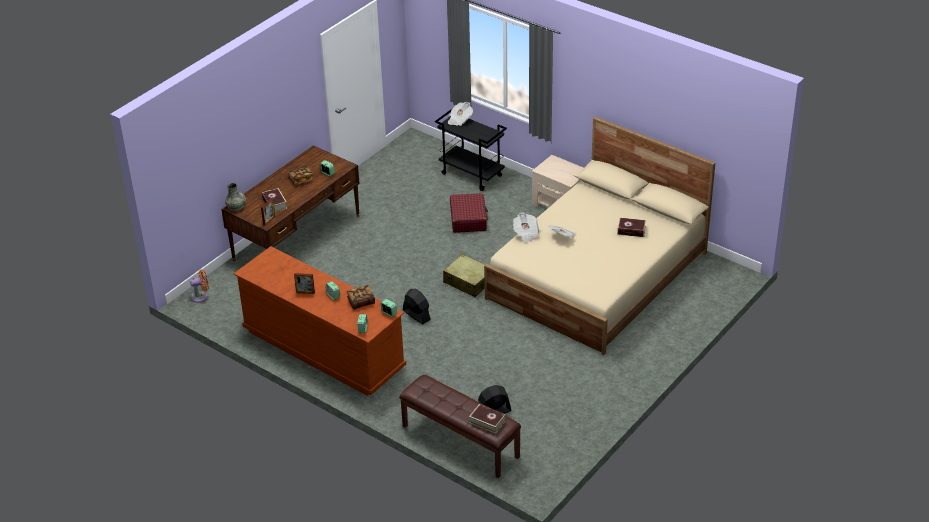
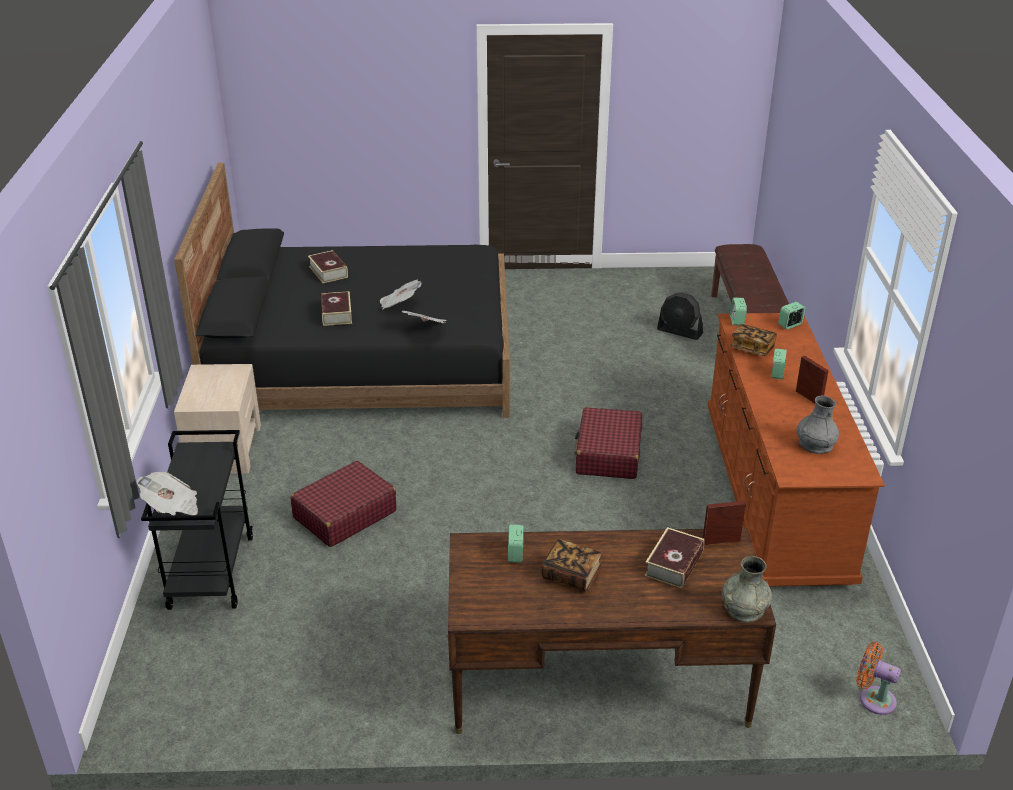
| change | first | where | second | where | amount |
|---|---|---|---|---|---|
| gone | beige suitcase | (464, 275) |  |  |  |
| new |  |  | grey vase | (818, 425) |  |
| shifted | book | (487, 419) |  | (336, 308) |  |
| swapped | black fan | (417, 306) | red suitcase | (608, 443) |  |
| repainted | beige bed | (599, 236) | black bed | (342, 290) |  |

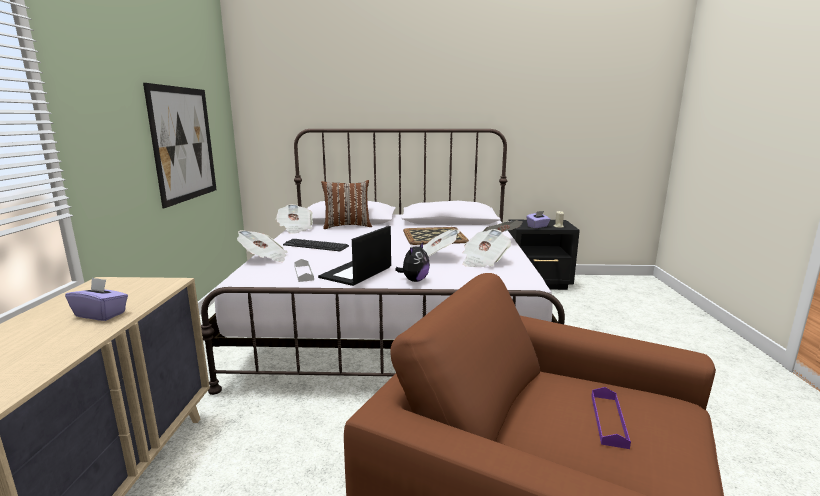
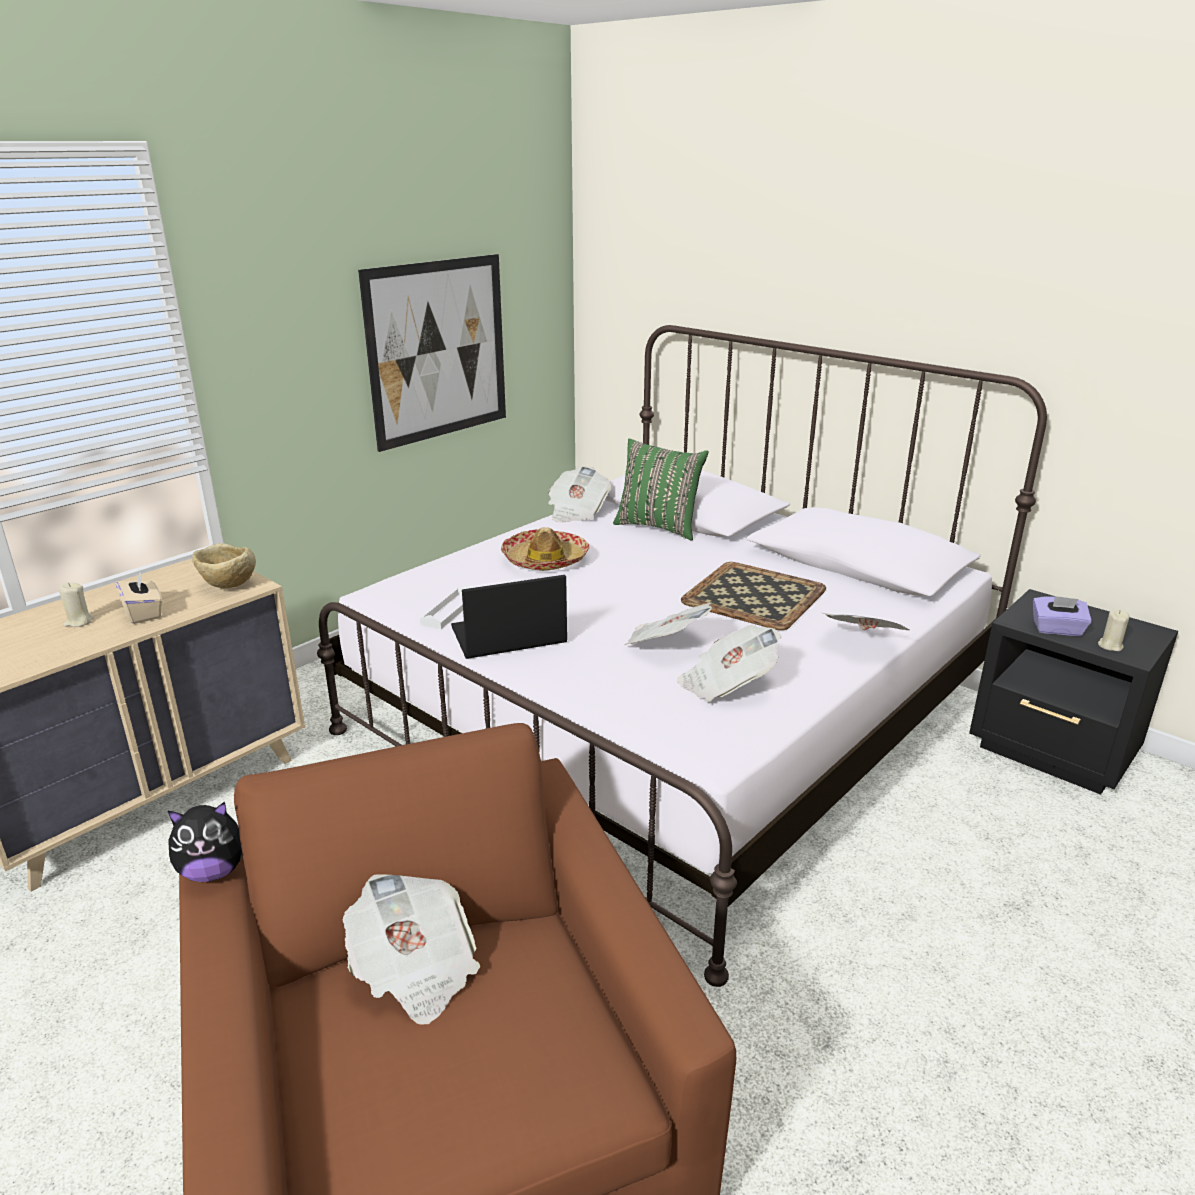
| change | first | where | second | where | amount |
|---|---|---|---|---|---|
| gone | purple tray | (611, 418) |  |  |  |
| new |  |  | beige candle | (76, 604) |  |
| new |  |  | beige bowl | (224, 565) |  |
| shifted | newspaper | (262, 246) |  | (411, 949) |  |
| shifted | plush toy | (412, 262) |  | (205, 842) |  |
| swapped | keyboard | (316, 245) | hat | (545, 549) |  |
| repainted | purple tissue box | (96, 299) | beige tissue box | (138, 597) |  |
| repainted | brown pillow | (346, 204) | green pillow | (661, 489) |  |

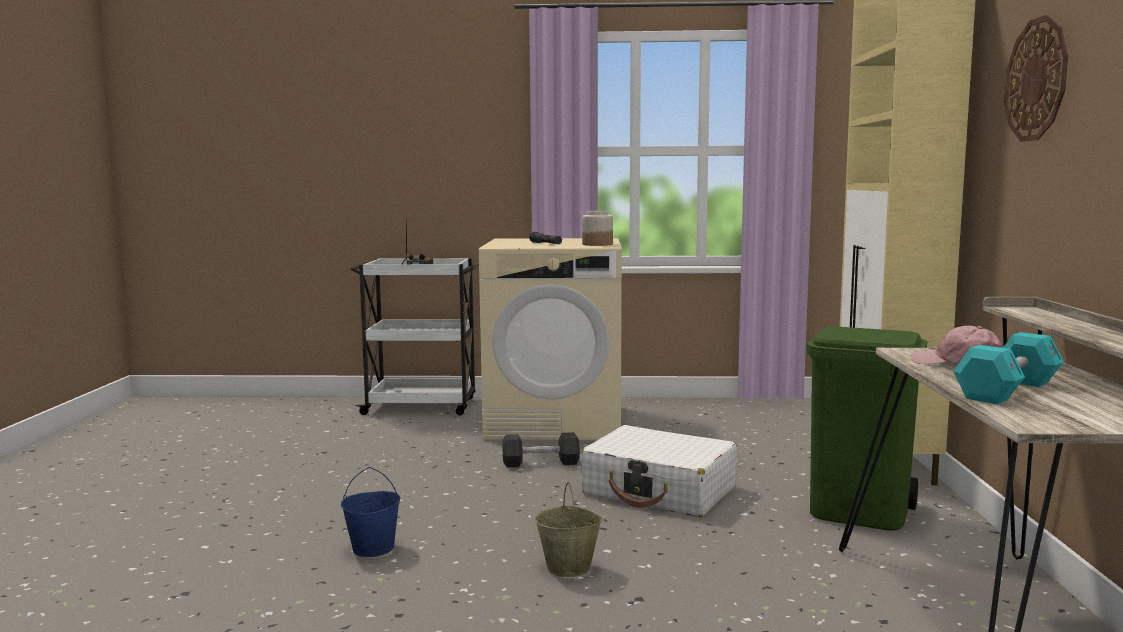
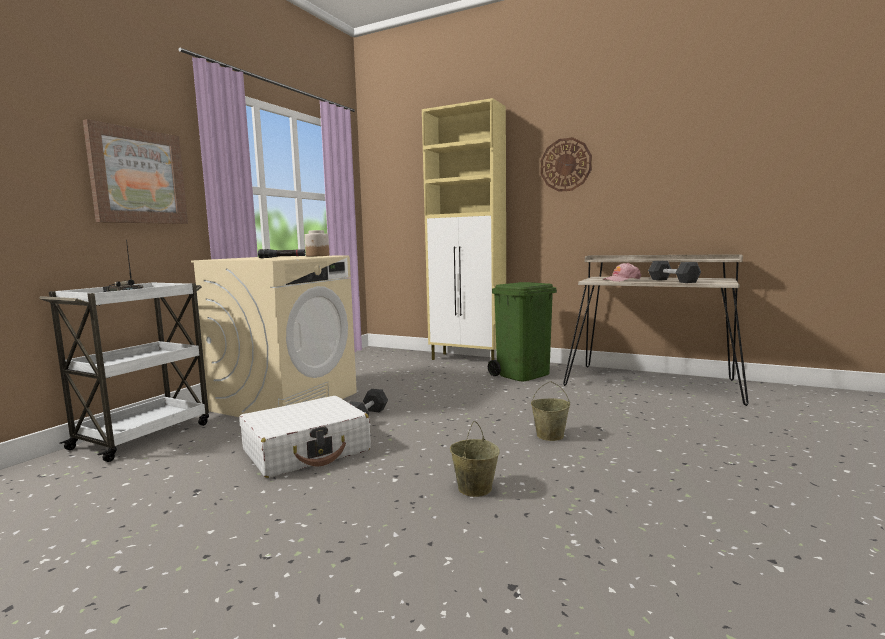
| change | first | where | second | where | amount |
|---|---|---|---|---|---|
| new |  |  | picture | (135, 171) |  |
| shifted | white suitcase | (658, 471) |  | (305, 437) |  |
| repainted | blue bucket | (370, 512) | beige bucket | (475, 459) |  |
| repainted | turquoise dumbbell | (1008, 368) | black dumbbell | (674, 272) |  |

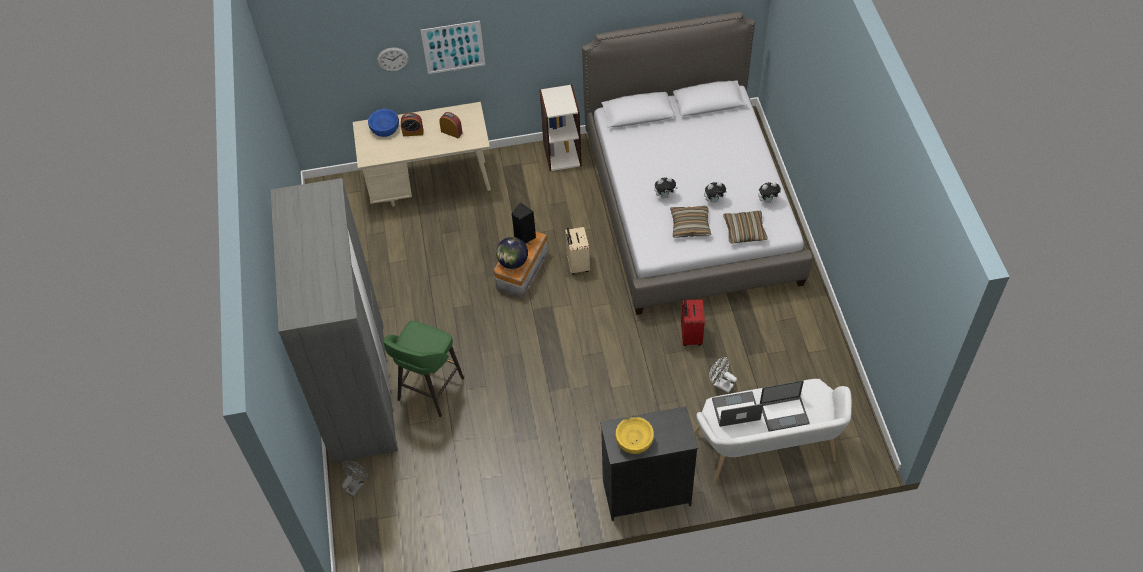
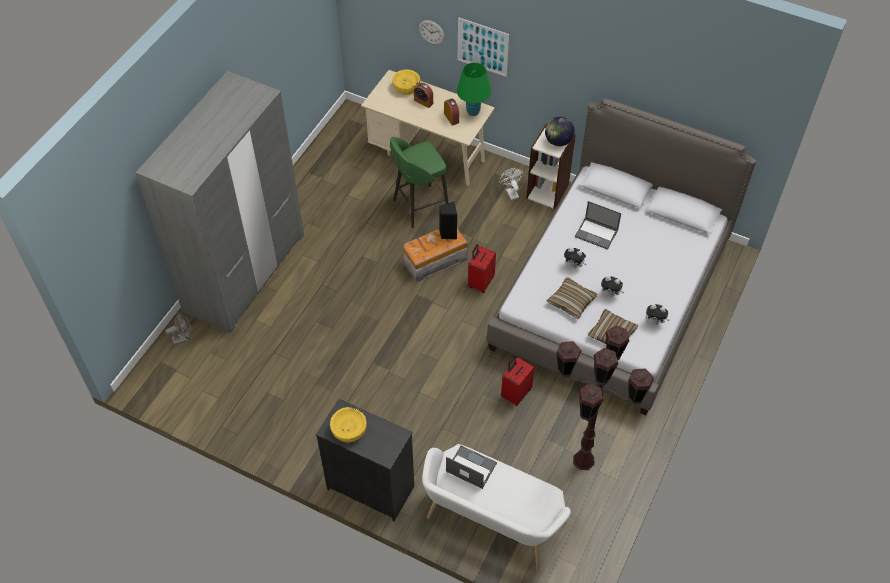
| change | first | where | second | where | amount |
|---|---|---|---|---|---|
| new |  |  | green table lamp | (474, 89) |  |
| new |  |  | brown floor lamp | (605, 397) |  |
| shifted | green stool | (423, 369) |  | (419, 182) |  |
| shifted | globe | (512, 253) |  | (559, 131) |  |
| shifted | white fan | (723, 375) |  | (511, 184) |  |
| shifted | laptop | (785, 406) |  | (598, 225) |  |
| repainted | blue bowl | (383, 123) | yellow bowl | (406, 82) |  |
| repainted | beige suitcase | (577, 250) | red suitcase | (482, 268) |  |

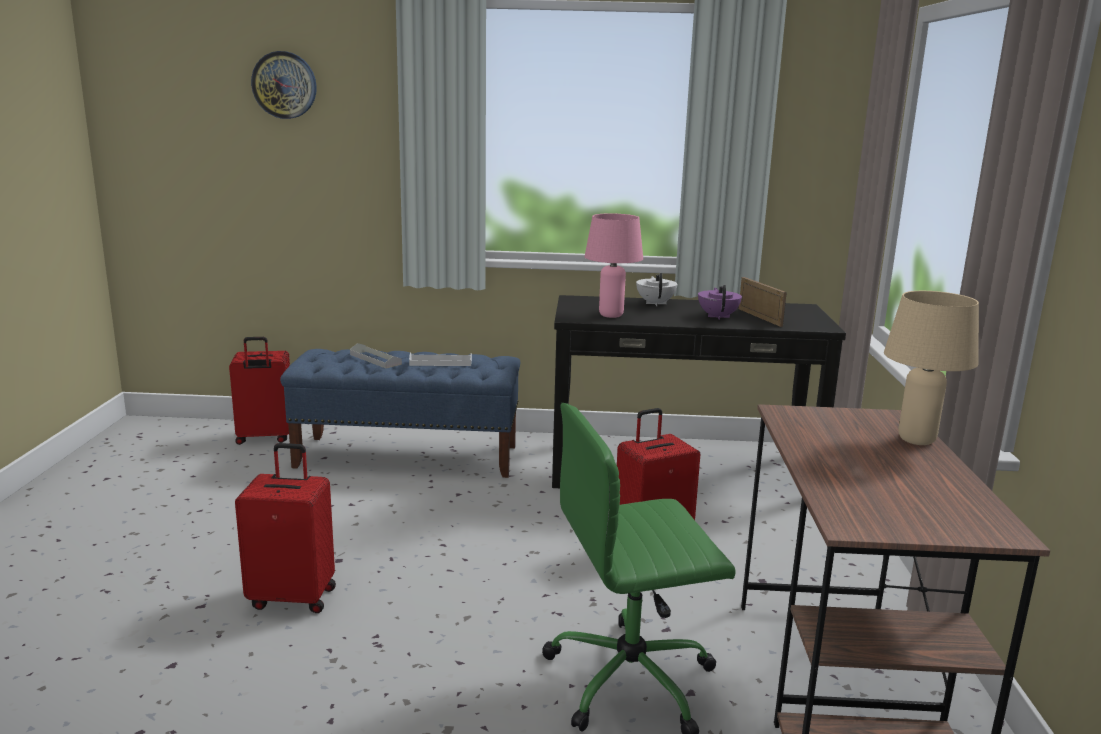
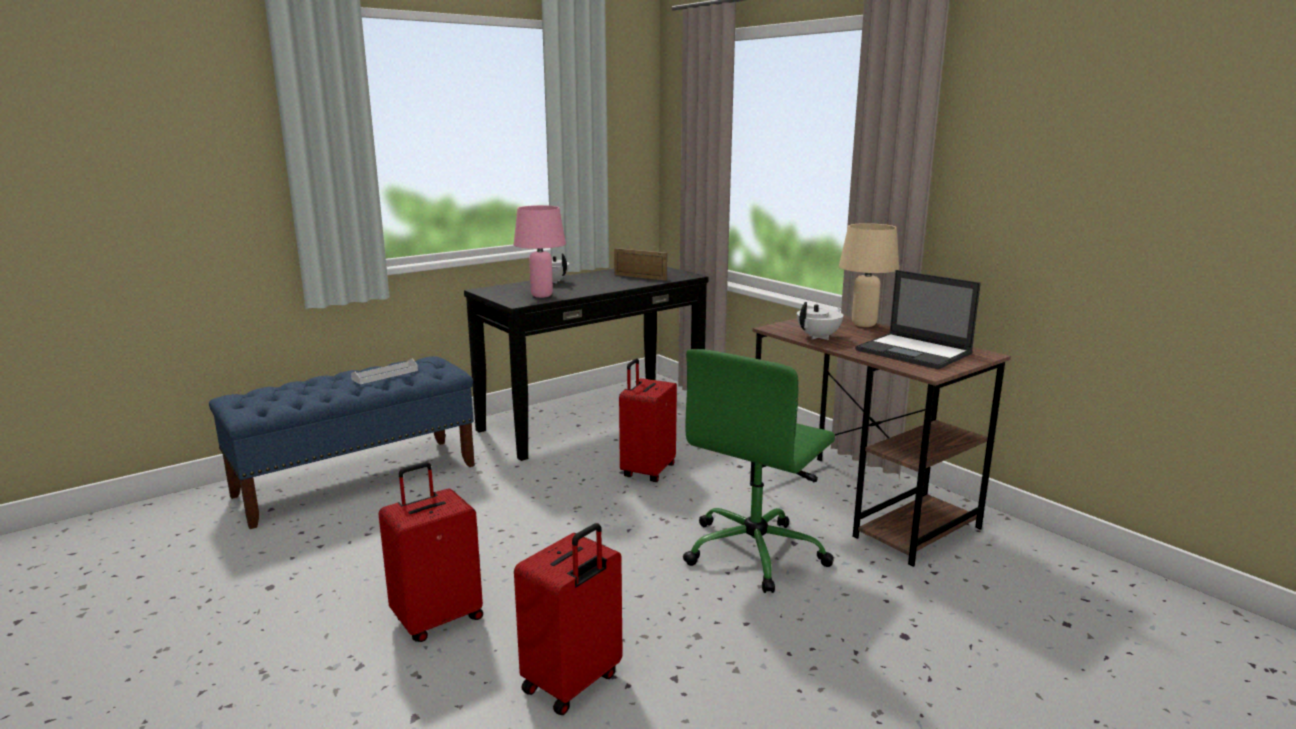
| change | first | where | second | where | amount |
|---|---|---|---|---|---|
| gone | wall clock | (284, 85) |  |  |  |
| gone | grey tray | (376, 355) |  |  |  |
| gone | purple teapot | (720, 302) |  |  |  |
| new |  |  | white teapot | (820, 321) |  |
| new |  |  | laptop | (918, 319) |  |
| shifted | red suitcase | (259, 391) |  | (568, 619) |  |

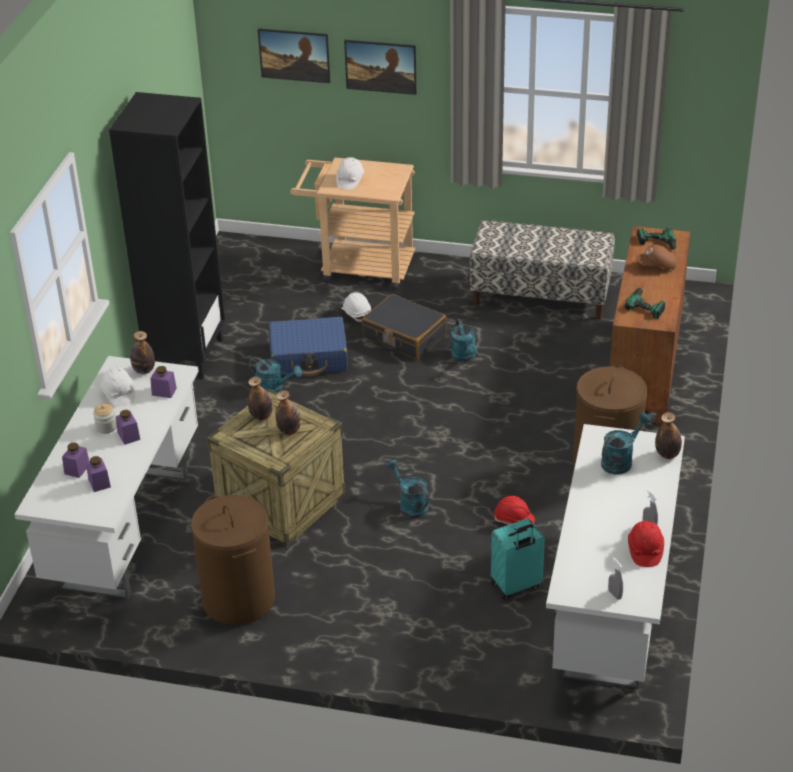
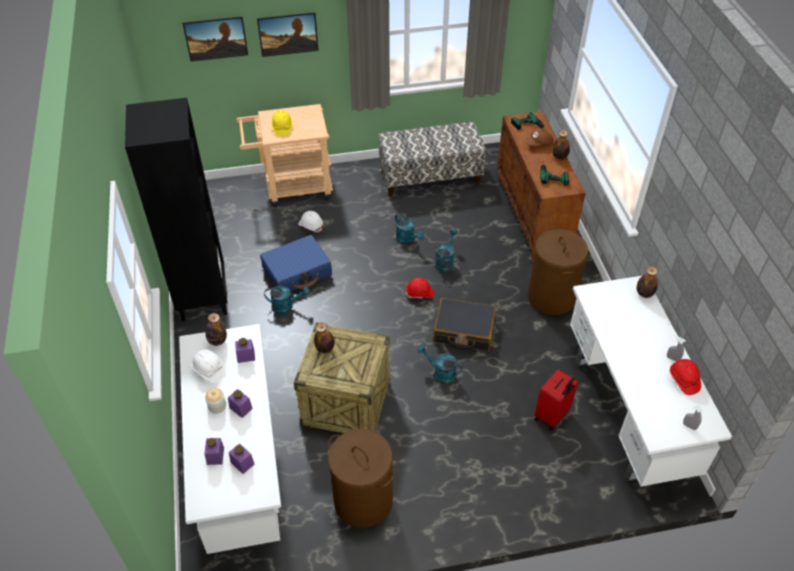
| change | first | where | second | where | amount |
|---|---|---|---|---|---|
| shifted | bottle | (288, 412) |  | (561, 145) |  |
| shifted | black suitcase | (404, 327) |  | (464, 324) |  |
| shifted | red hard hat | (514, 510) |  | (420, 288) |  |
| shifted | turquoise watering can | (626, 443) |  | (446, 250) |  |
| repainted | white hard hat | (350, 173) | yellow hard hat | (281, 123) |  |
| repainted | turquoise suitcase | (518, 559) | red suitcase | (556, 400) |  |

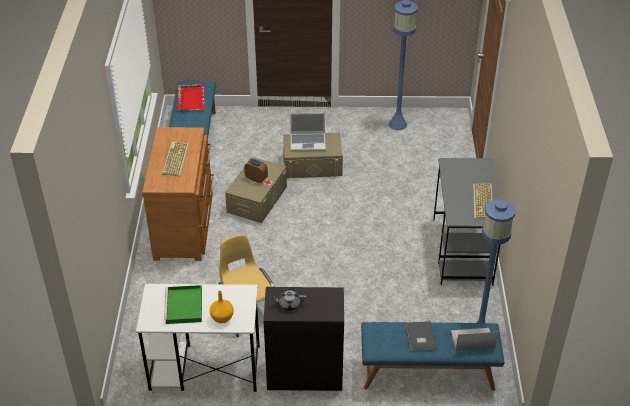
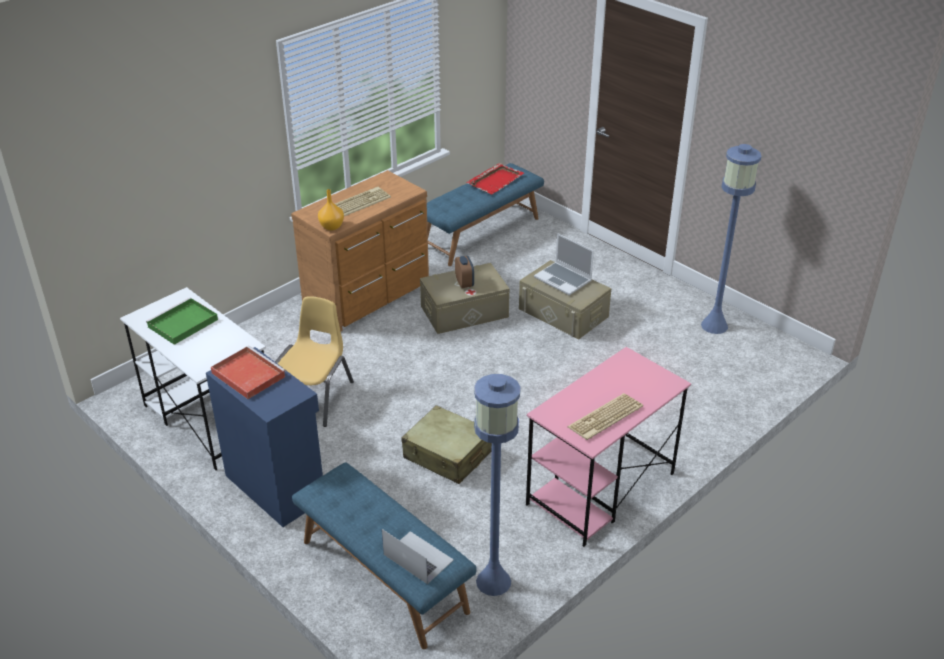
| change | first | where | second | where | amount |
|---|---|---|---|---|---|
| gone | grey book | (421, 336) |  |  |  |
| new |  |  | beige suitcase | (446, 444) |  |
| shifted | orange vase | (222, 307) |  | (331, 210) |  |
| swapped | grey teapot | (288, 300) | red tray | (248, 372) |  |
| repainted | black cabinet | (304, 339) | blue cabinet | (265, 437) |  |
| repainted | grey desk | (467, 222) | pink desk | (608, 447) |  |

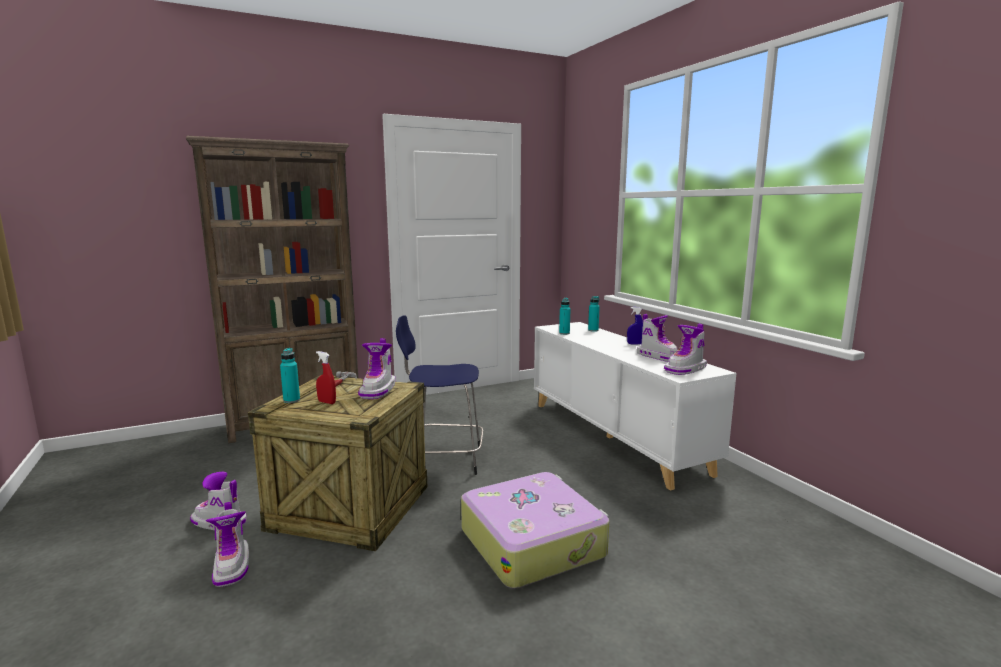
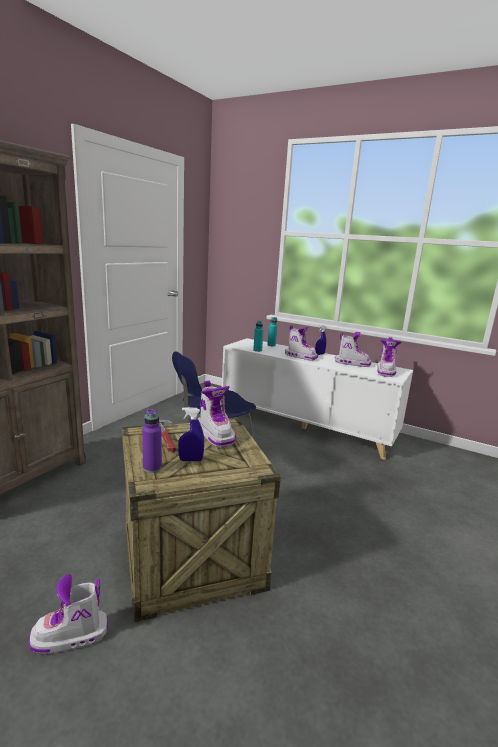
| change | first | where | second | where | amount |
|---|---|---|---|---|---|
| gone | suitcase | (535, 530) |  |  |  |
| shifted | boot | (227, 544) |  | (301, 343) |  |
| repainted | turquoise bottle | (290, 375) | purple bottle | (152, 441) |  |
| repainted | red spray bottle | (326, 377) | blue spray bottle | (191, 434) |  |

